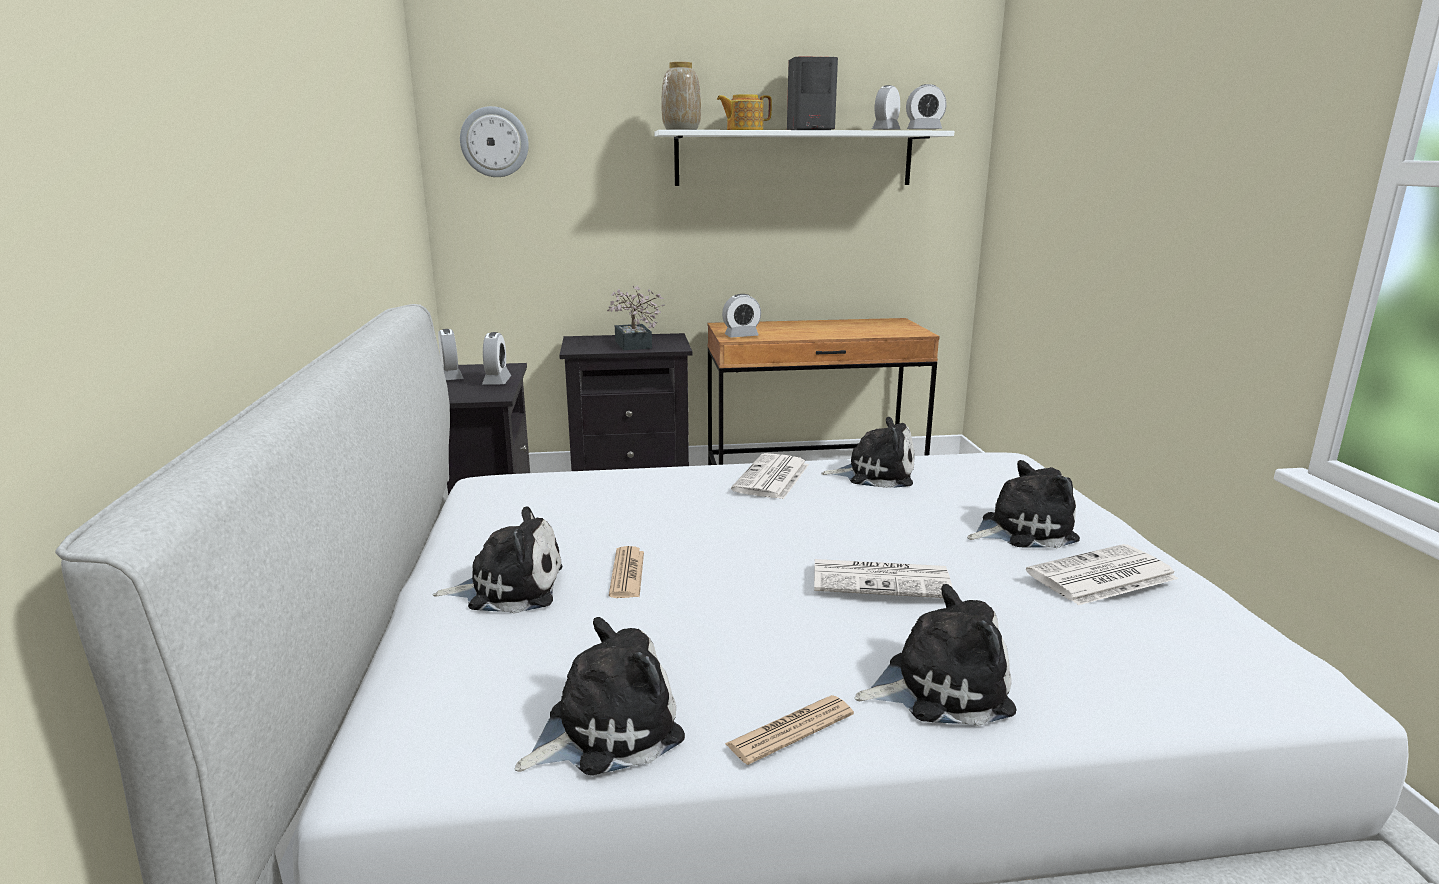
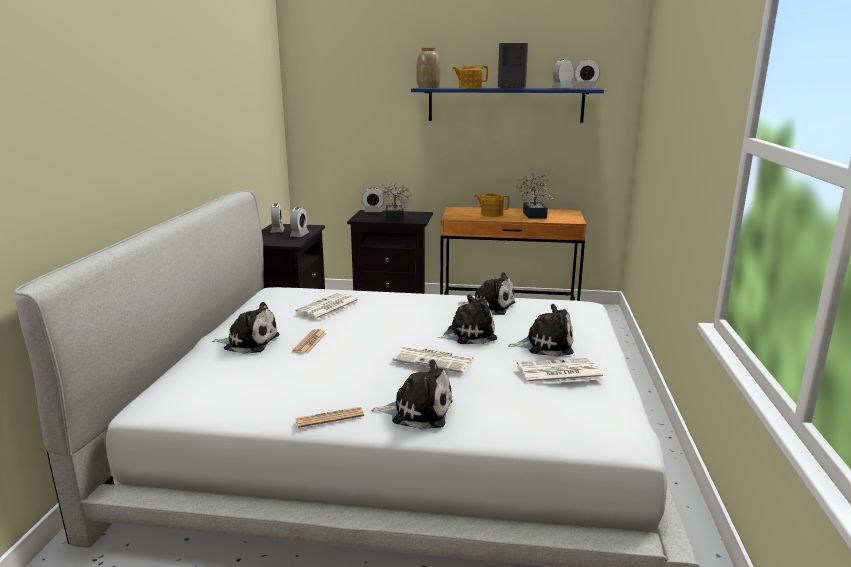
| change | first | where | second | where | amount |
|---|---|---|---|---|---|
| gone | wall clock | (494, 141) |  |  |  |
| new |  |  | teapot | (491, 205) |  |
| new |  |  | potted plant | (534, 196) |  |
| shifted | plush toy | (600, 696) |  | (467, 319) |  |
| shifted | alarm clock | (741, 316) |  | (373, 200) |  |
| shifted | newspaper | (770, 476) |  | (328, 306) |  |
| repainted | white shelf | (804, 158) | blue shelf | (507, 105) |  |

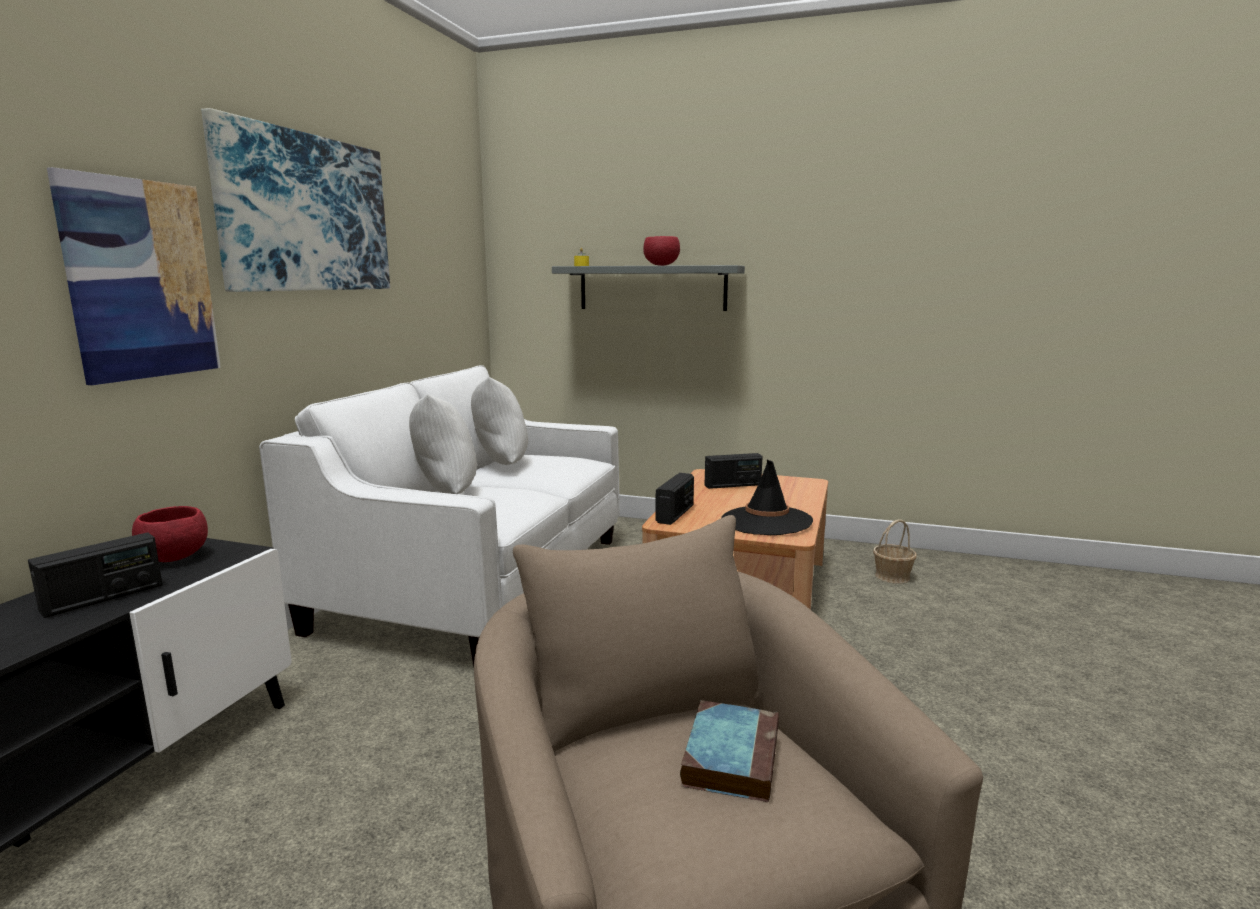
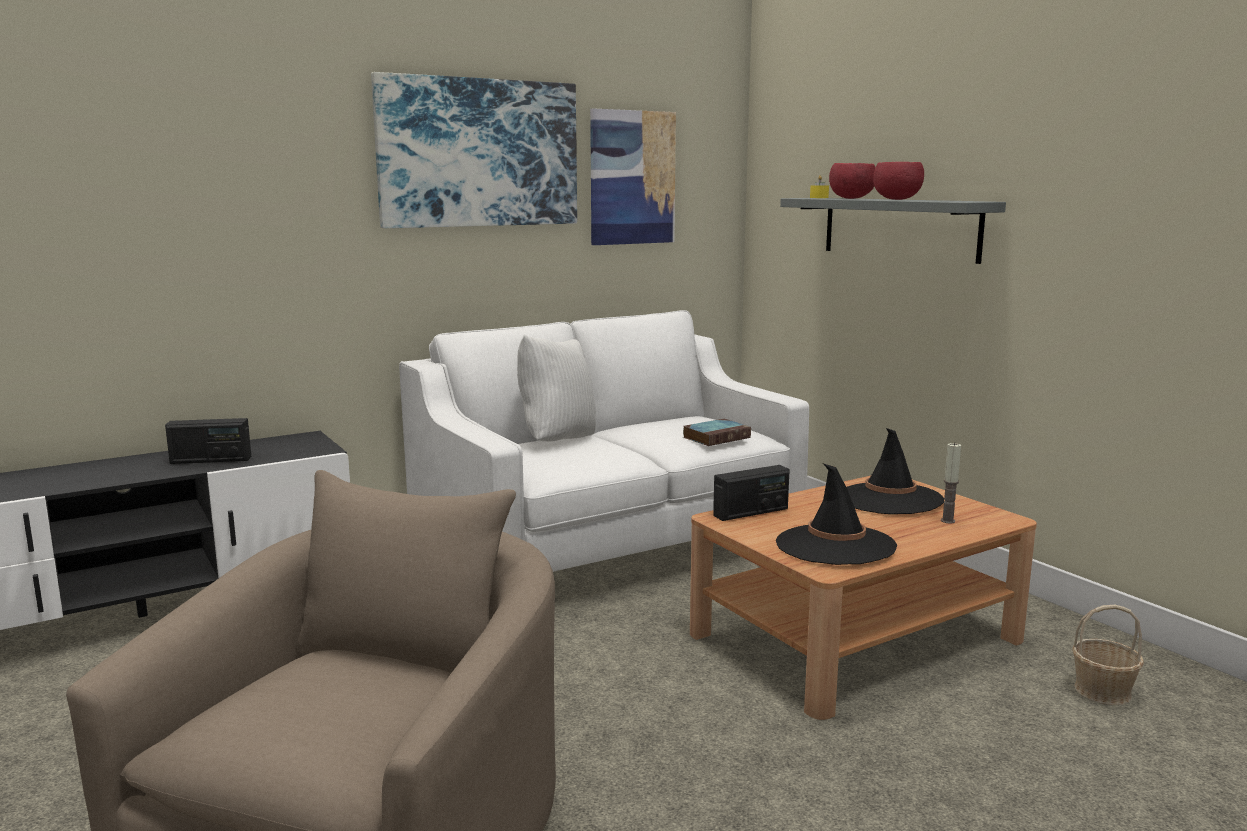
| change | first | where | second | where | amount |
|---|---|---|---|---|---|
| gone | white pillow | (499, 420) |  |  |  |
| new |  |  | candle | (951, 483) |  |
| shifted | picture | (134, 276) |  | (633, 176) |  |
| shifted | red bowl | (170, 534) |  | (852, 181) |  |
| shifted | book | (729, 751) |  | (717, 432) |  |
| swapped | radio | (734, 471) | black hat | (895, 471) |  |

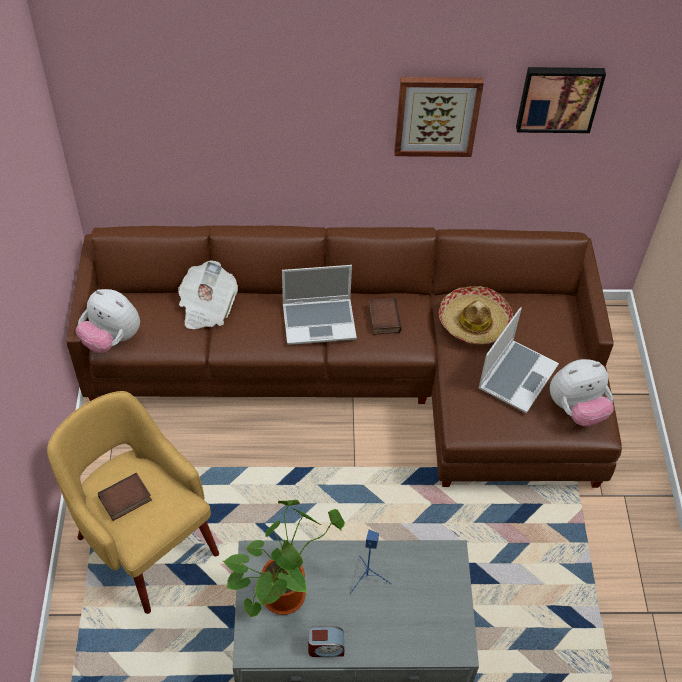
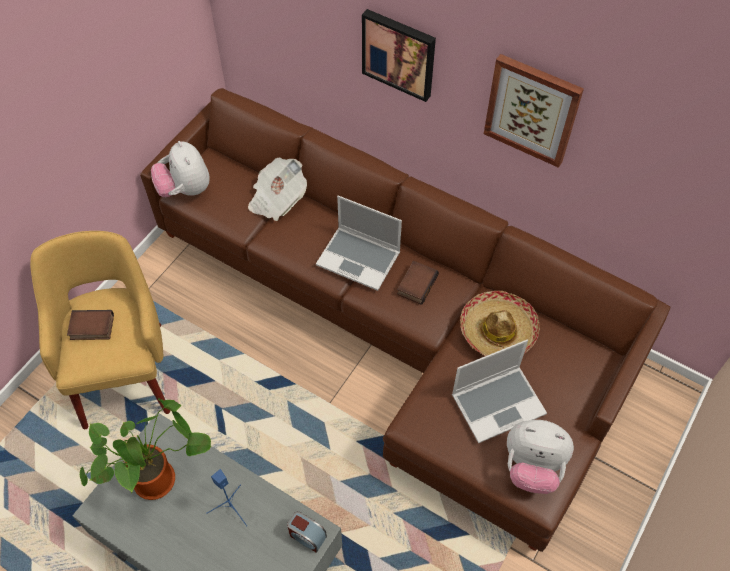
| change | first | where | second | where | amount |
|---|---|---|---|---|---|
| shifted | alarm clock | (326, 641) |  | (307, 532) |  |
| shifted | picture | (561, 100) |  | (399, 55) |  |

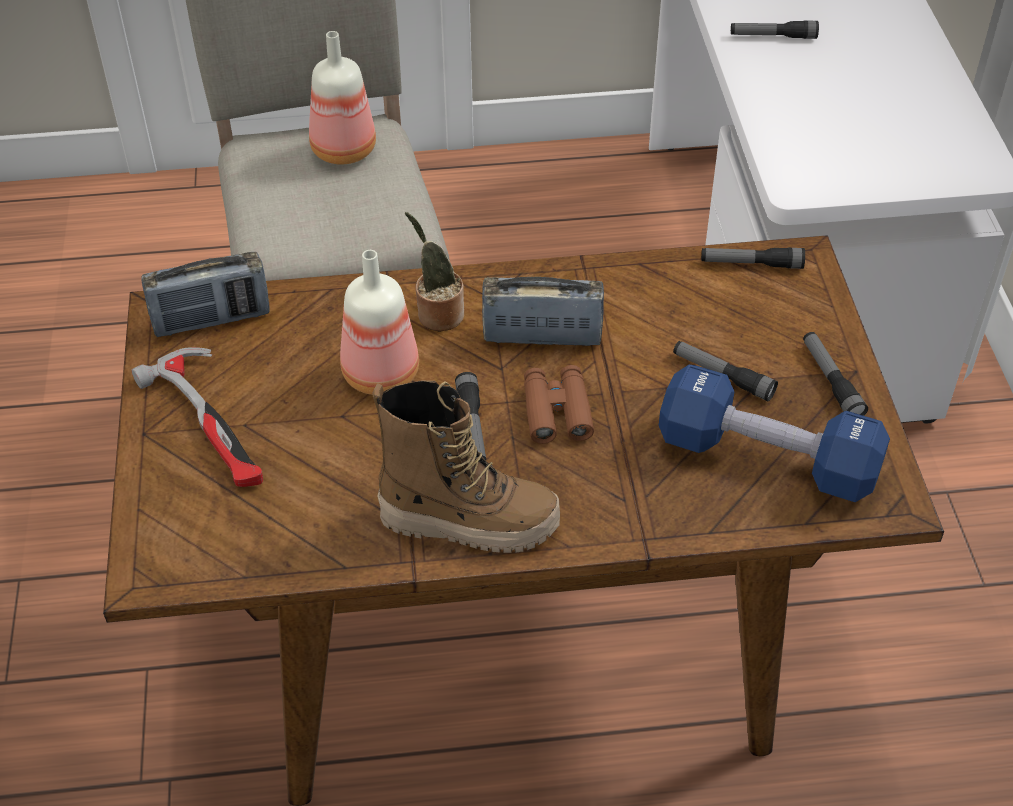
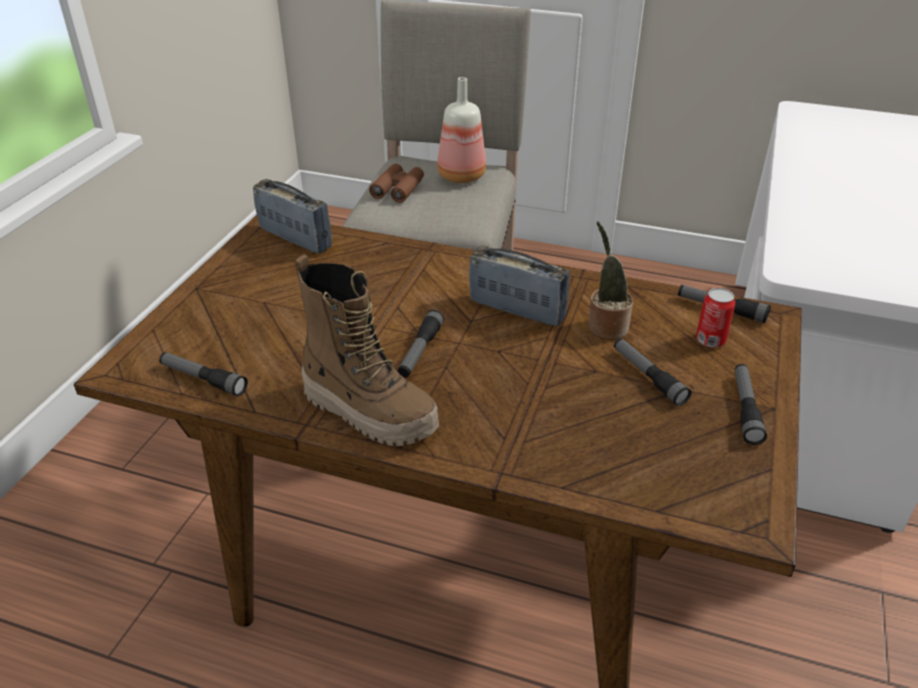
| change | first | where | second | where | amount |
|---|---|---|---|---|---|
| gone | hammer | (197, 417) |  |  |  |
| gone | bottle | (379, 322) |  |  |  |
| gone | blue dumbbell | (774, 433) |  |  |  |
| new |  |  | can | (715, 318) |  |
| shifted | potted plant | (434, 271) |  | (610, 280) |  |
| shifted | brown binoculars | (559, 404) |  | (396, 183) |  |
| shifted | flashlight | (775, 29) |  | (203, 374) |  |
| rotated | radio | (205, 294) |  | (292, 216) | 150 degrees counterclockwise |

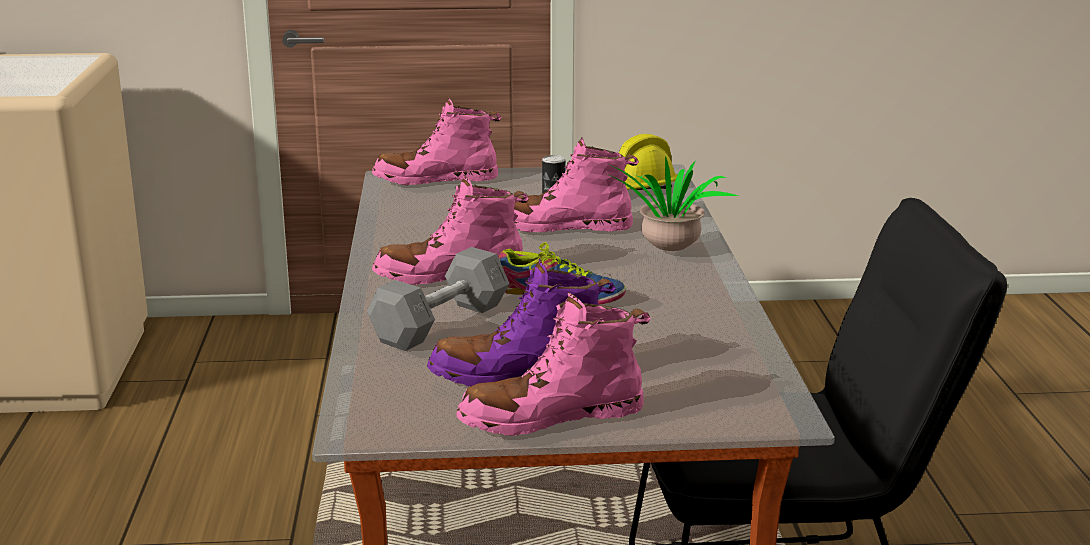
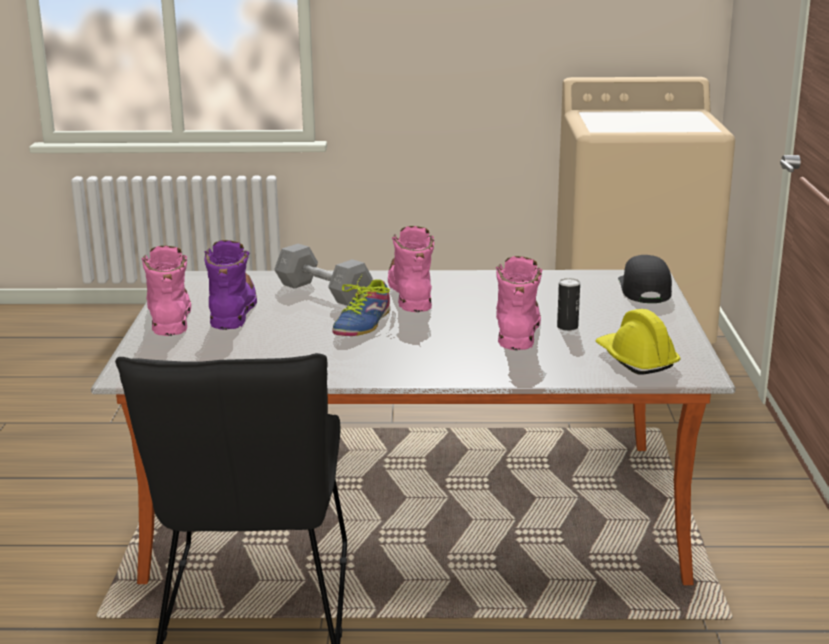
| change | first | where | second | where | amount |
|---|---|---|---|---|---|
| gone | potted plant | (673, 203) |  |  |  |
| swapped | pink boot | (436, 141) | black cap | (645, 279) |  |

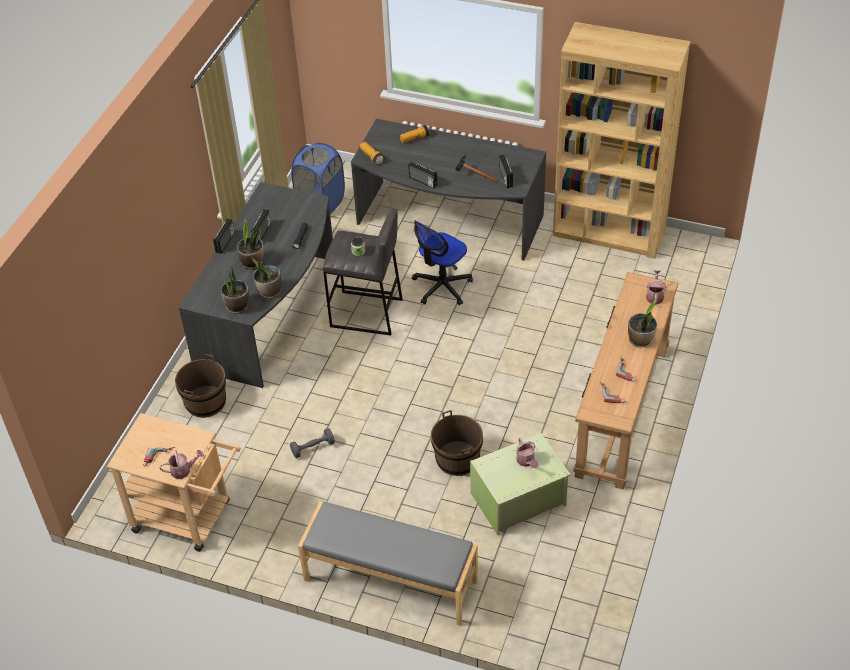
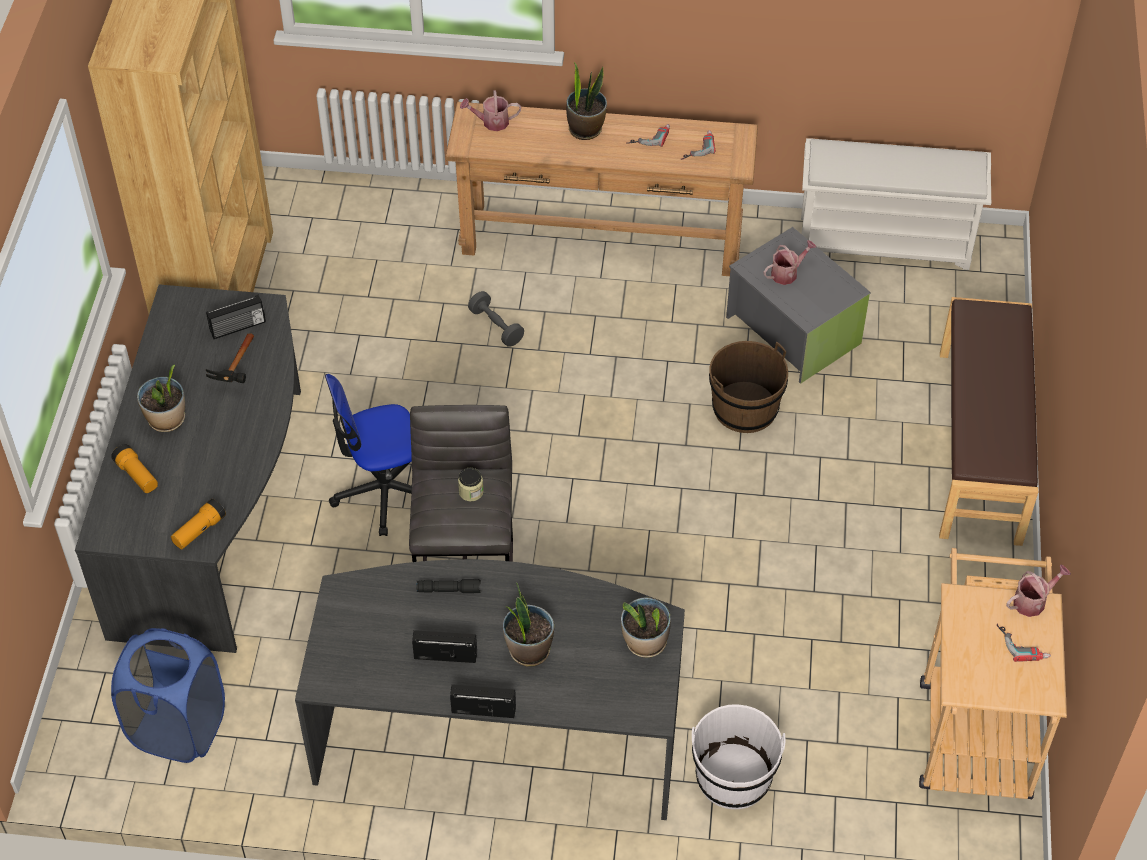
| change | first | where | second | where | amount |
|---|---|---|---|---|---|
| gone | radio | (422, 175) |  |  |  |
| new |  |  | white shoe rack | (896, 204) |  |
| shifted | potted plant | (266, 277) |  | (161, 398) |  |
| shifted | grey dumbbell | (312, 443) |  | (496, 319) |  |
| repainted | brown bucket | (200, 386) | white bucket | (739, 756) |  |
| repainted | grey bench | (388, 564) | brown bench | (988, 421) |  |
| repainted | green storage box | (520, 484) | grey storage box | (798, 305) |  |
| rotated | watering can | (181, 464) |  | (1038, 591) | 90 degrees clockwise |
| rotated | office chair | (442, 262) |  | (368, 455) | 135 degrees clockwise |

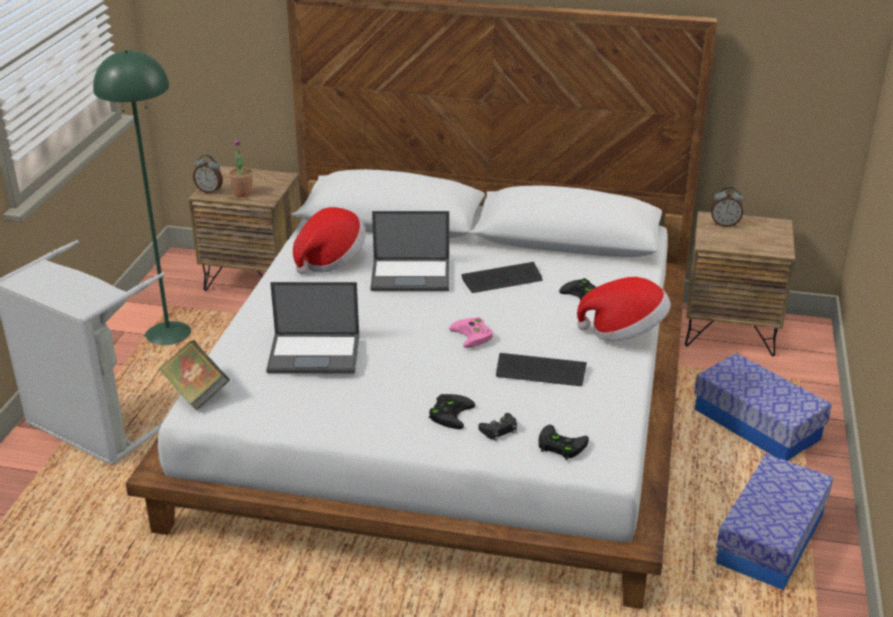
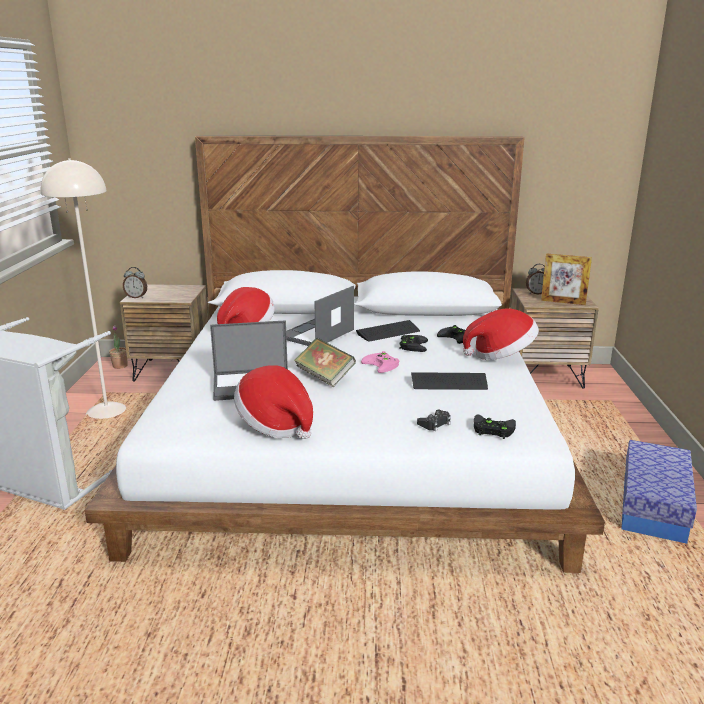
| change | first | where | second | where | amount |
|---|---|---|---|---|---|
| gone | storage box | (763, 407) |  |  |  |
| new |  |  | hat | (273, 402) |  |
| new |  |  | picture frame | (566, 279) |  |
| shifted | book | (194, 375) |  | (325, 362) |  |
| shifted | potted plant | (241, 167) |  | (118, 347) |  |
| shifted | black game controller | (452, 411) |  | (413, 343) |  |
| repainted | green floor lamp | (142, 197) | beige floor lamp | (83, 288) |  |
| rotated | laptop | (409, 251) |  | (320, 316) | 135 degrees clockwise |

